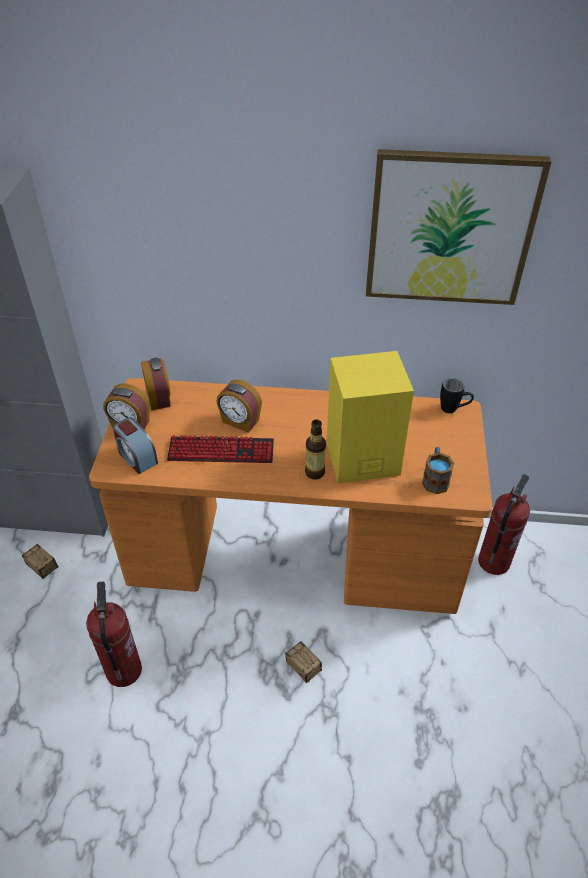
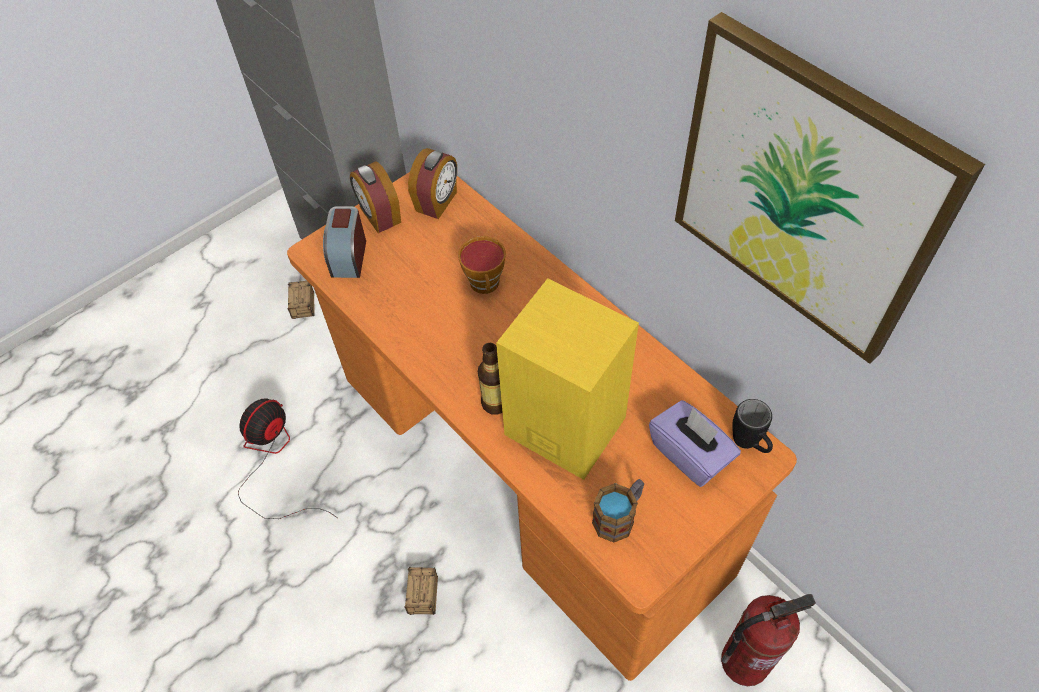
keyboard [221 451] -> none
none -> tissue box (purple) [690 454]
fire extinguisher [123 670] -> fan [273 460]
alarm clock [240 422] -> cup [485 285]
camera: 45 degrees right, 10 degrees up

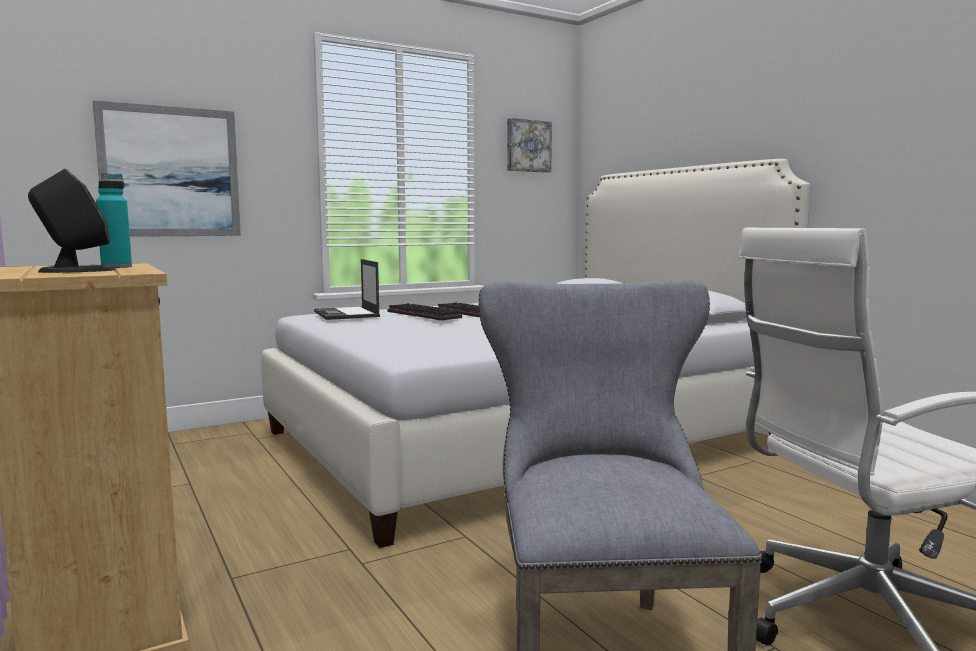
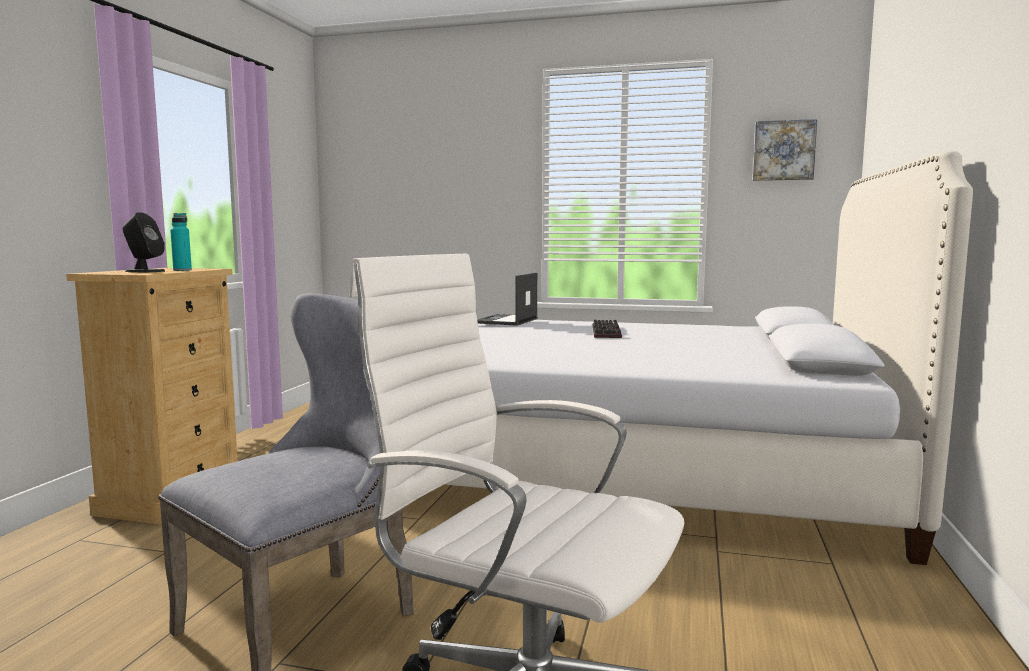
picture [170 172] -> none
keyboard [426 315] -> none
camera: 45 degrees right, 0 degrees up

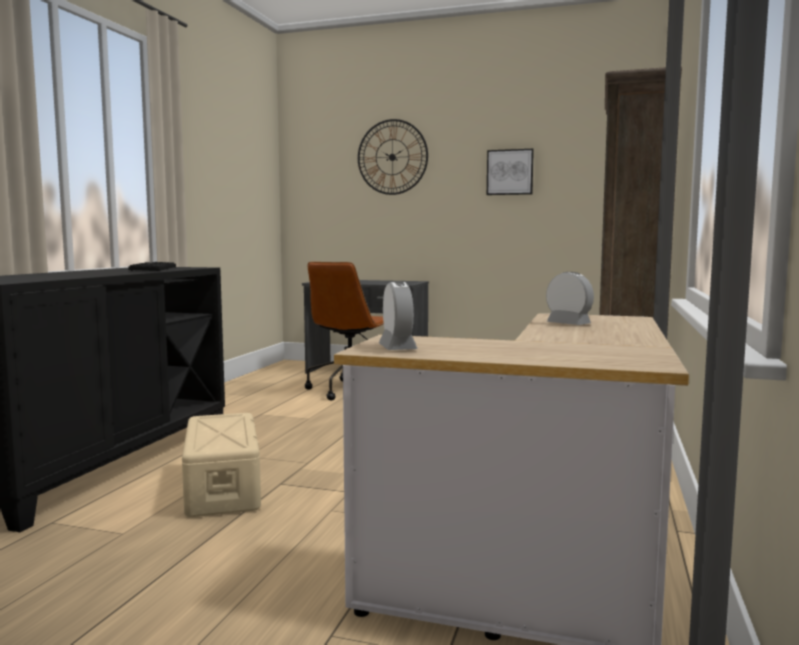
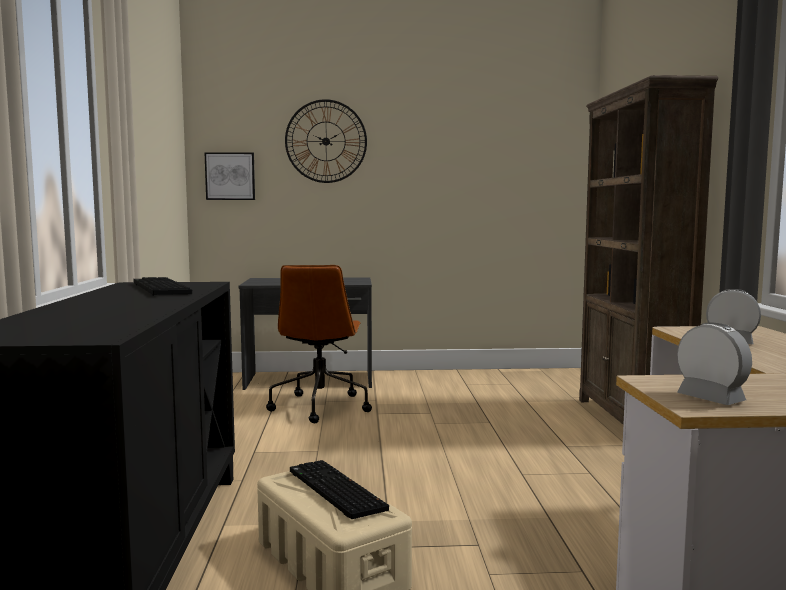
none -> keyboard [333 490]
picture [510 172] -> picture [230 176], moved
camera: 20 degrees left, 0 degrees up

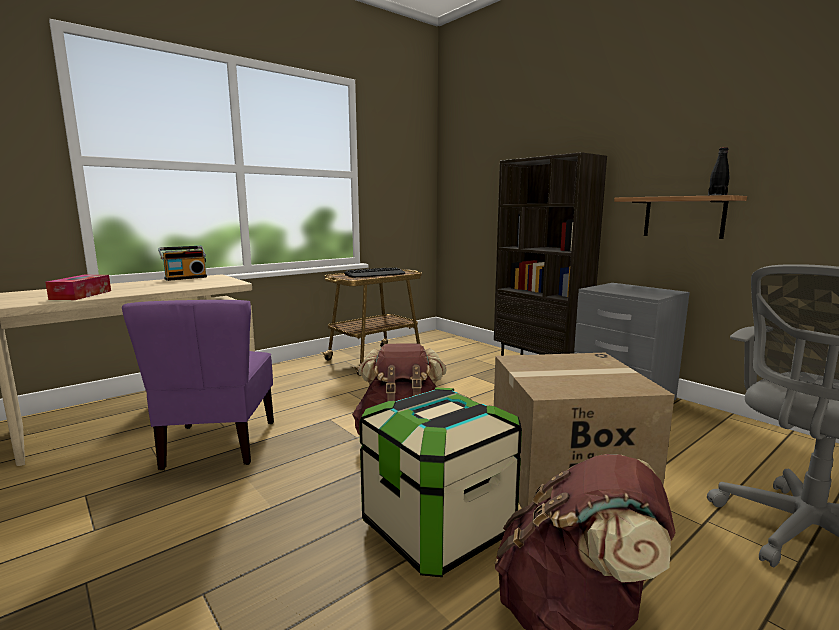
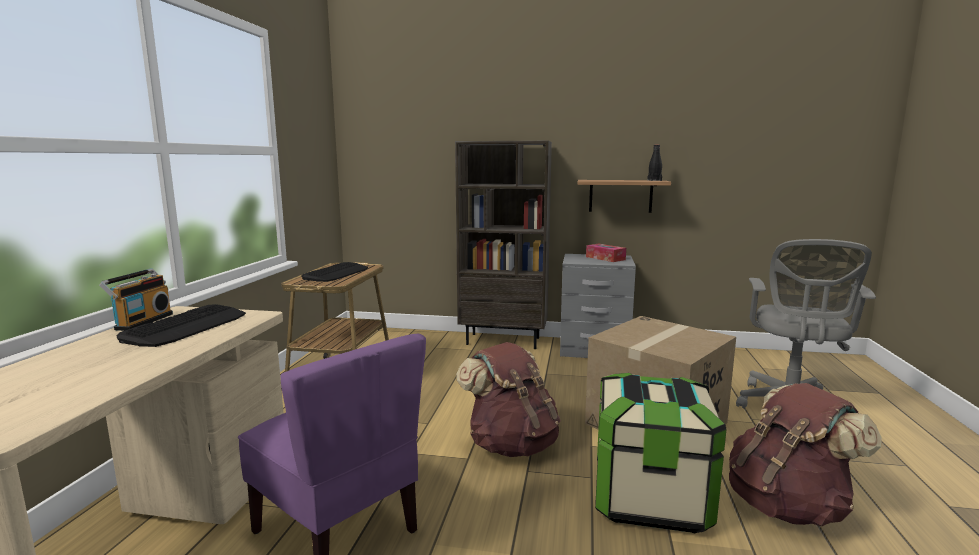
none -> keyboard [187 326]
tissue box [81 295] -> tissue box [605 258], moved
camera: 40 degrees left, 0 degrees up

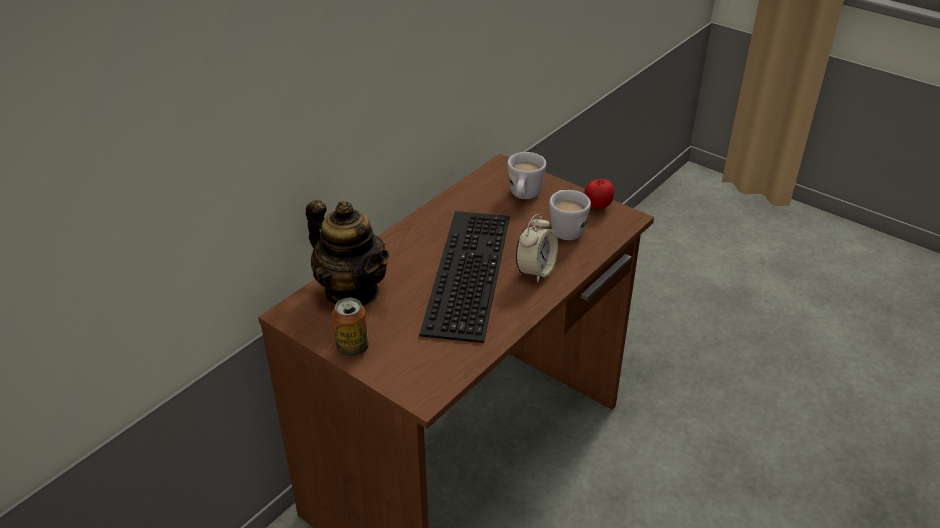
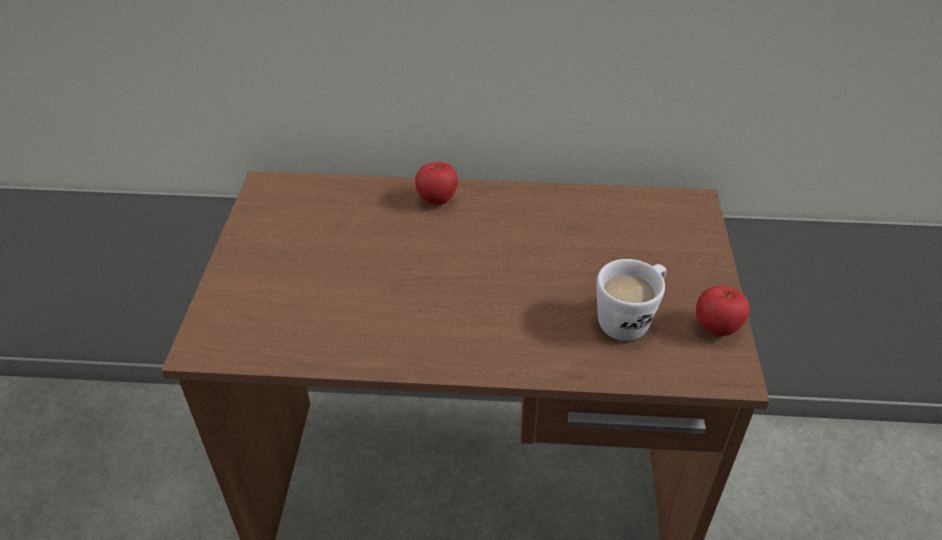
teapot [352 291] -> none
can [352 348] -> none
keyboard [464 270] -> none
mug (white) [523 197] -> none
alarm clock [536 271] -> none
none -> apple [437 200]
camera: 55 degrees right, 5 degrees up

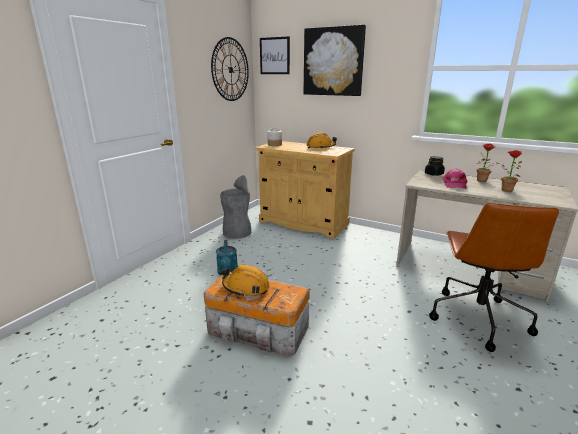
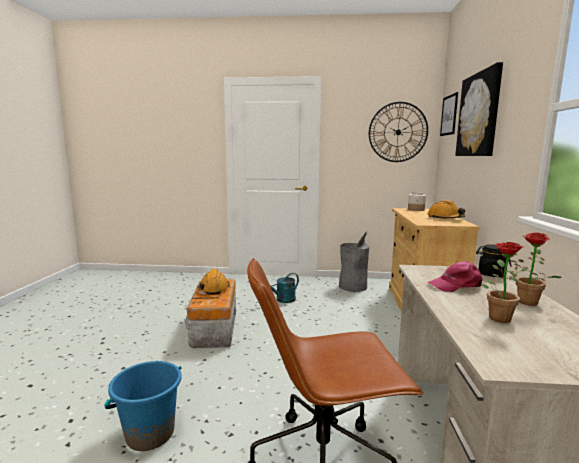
none -> bucket (blue) [150 434]
camera: 65 degrees right, 10 degrees down

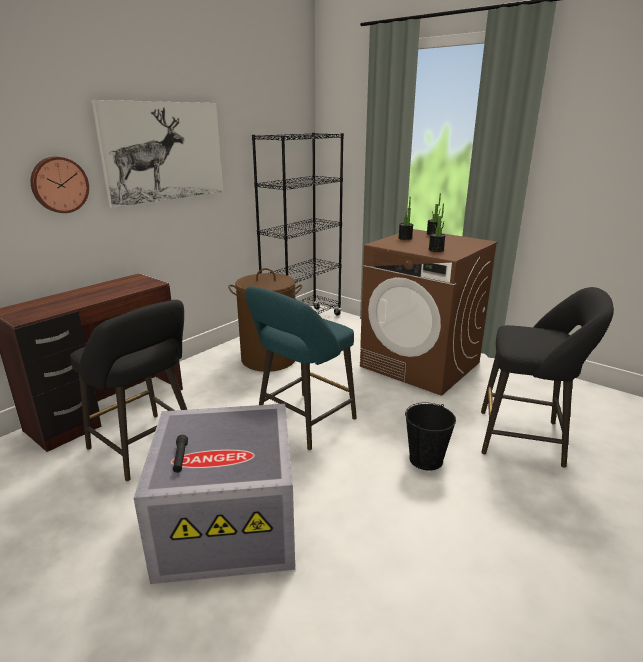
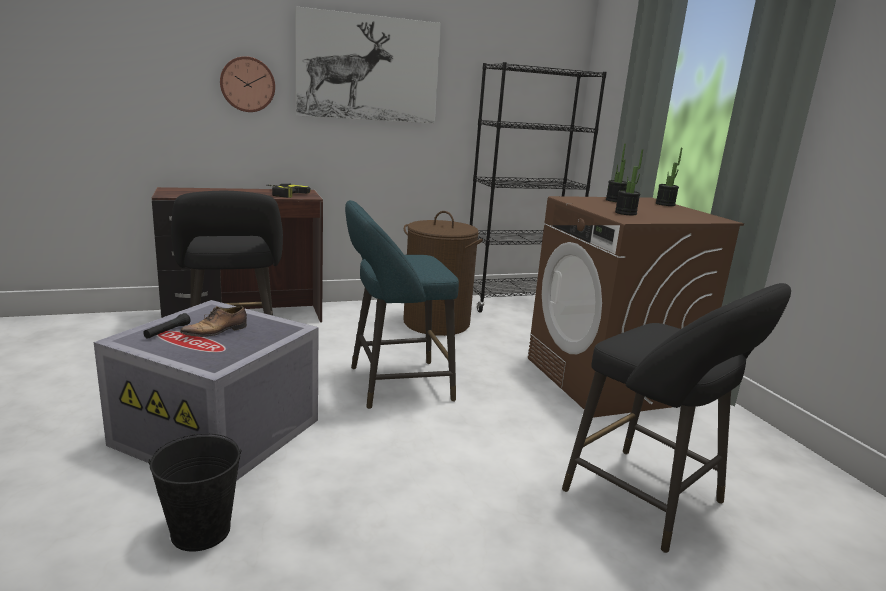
none -> shoe [217 331]
none -> power drill [280 193]
bucket (black) [426 459] -> bucket (black) [201 531], moved
camera: 30 degrees right, 5 degrees down

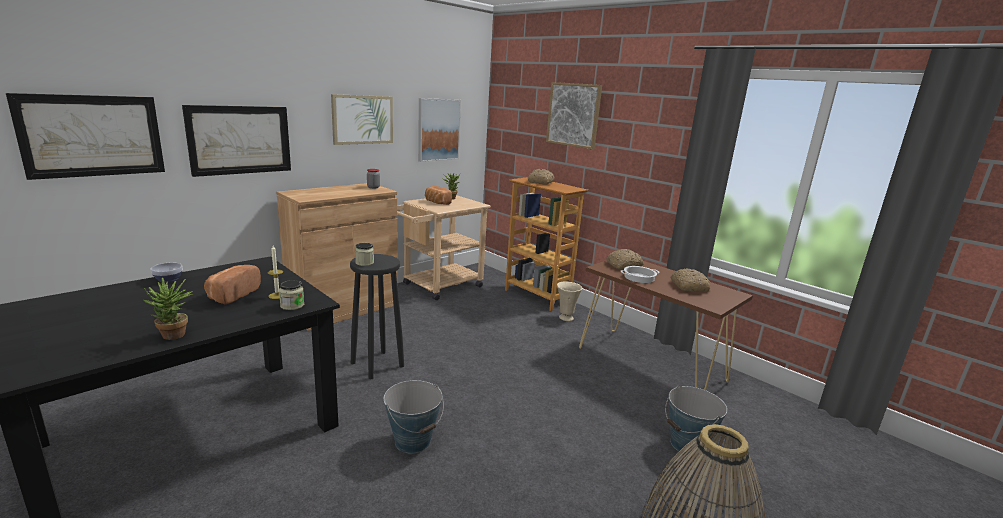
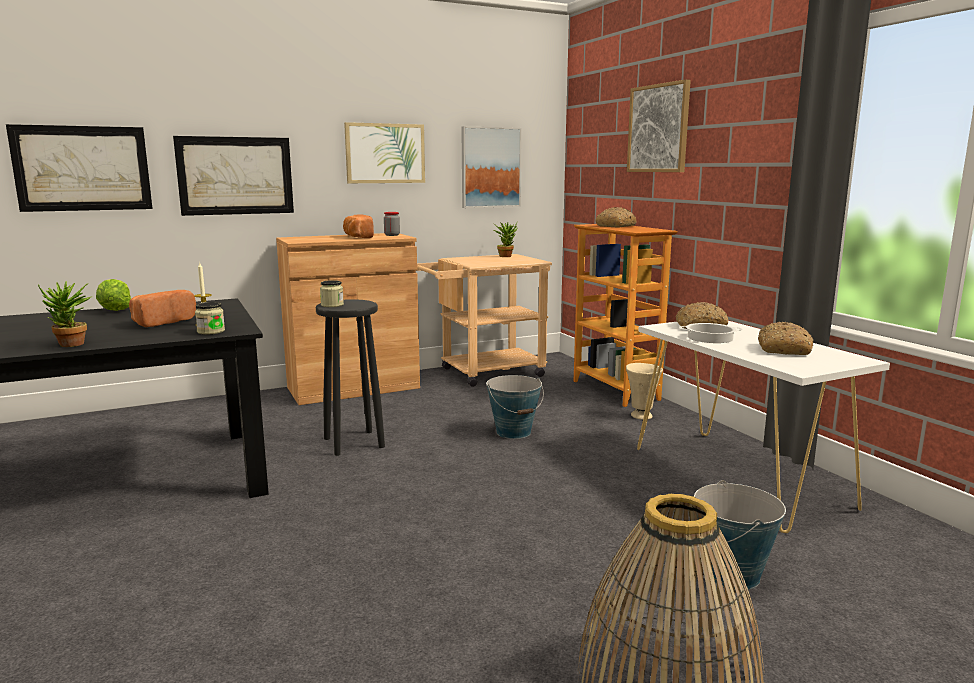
bucket [413 441] -> bucket [514 432], moved
bread [436 203] -> bread [357 237], moved
bowl [168 280] -> lettuce [115 310]
console table (brown) [650 364] -> console table (white) [739 477]
camera: 20 degrees right, 5 degrees down

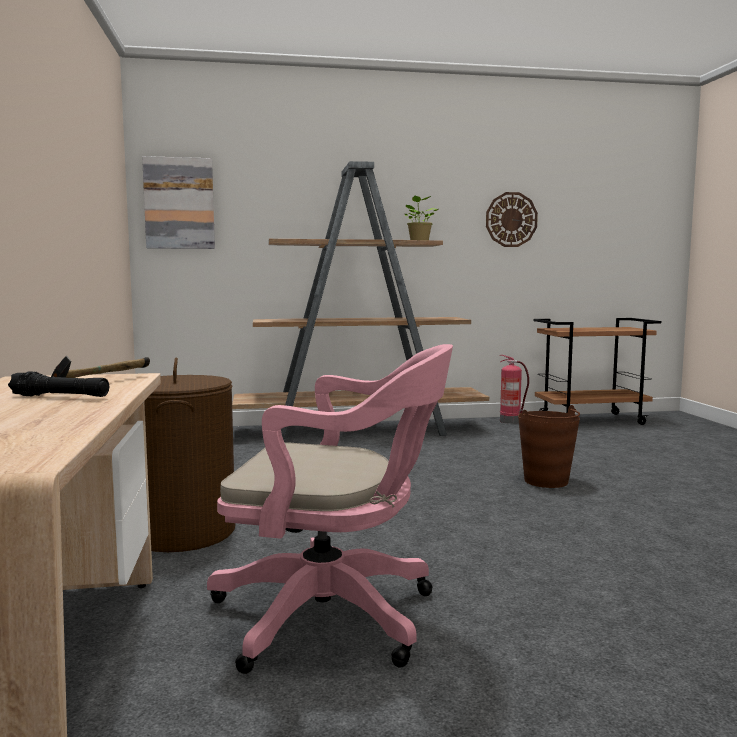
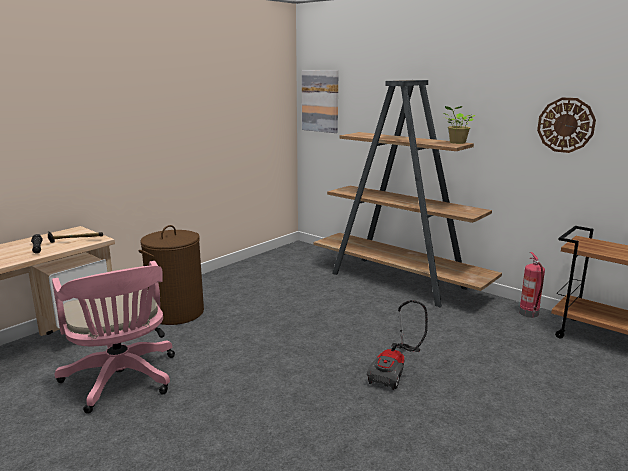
bucket (brown) [546 481] -> vacuum cleaner [395 371]
camera: 50 degrees right, 10 degrees up

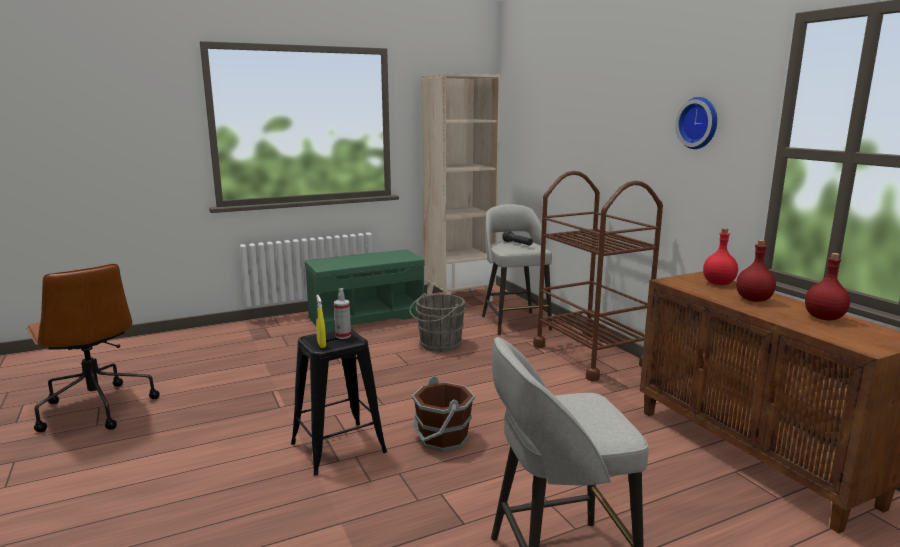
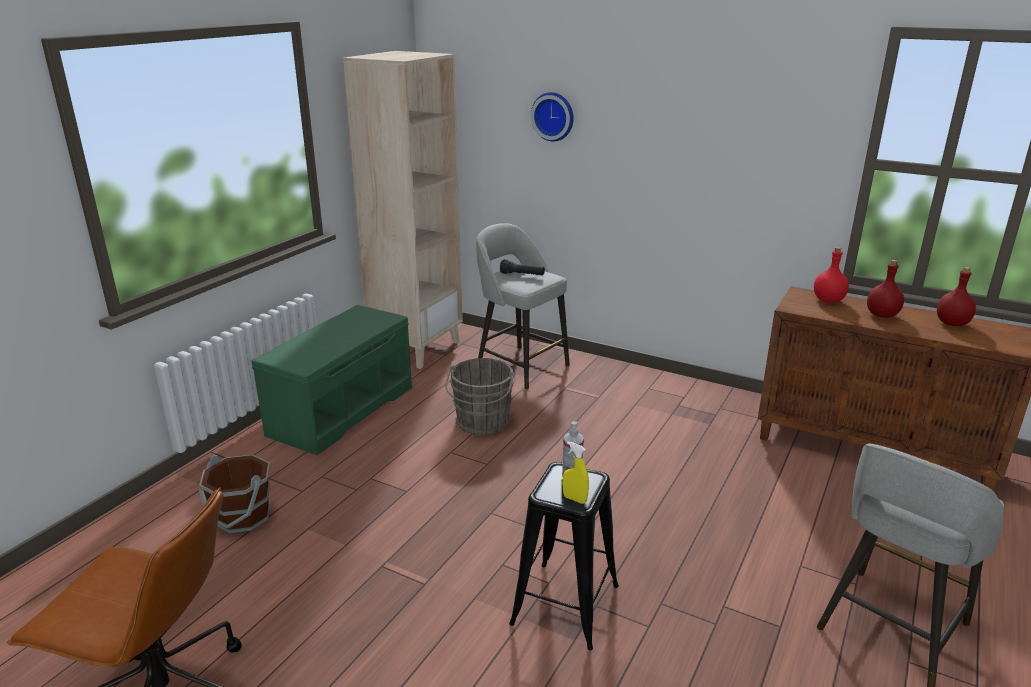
cart (brown) [590 356] -> none
bucket (brown) [442 438] -> bucket (brown) [242 516], moved
wall clock [699 123] -> wall clock [553 116], moved
camera: 35 degrees left, 10 degrees up

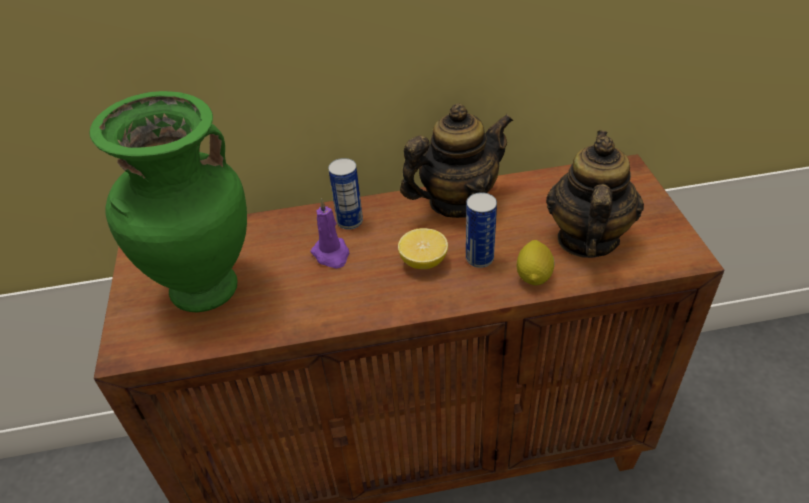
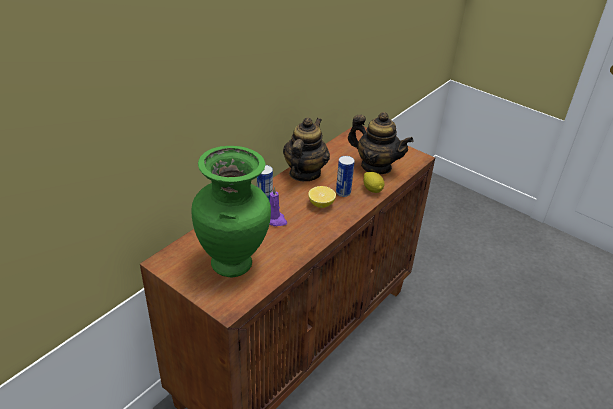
teapot [586 239] -> teapot [376 166], 150 degrees clockwise
camera: 45 degrees left, 5 degrees down

